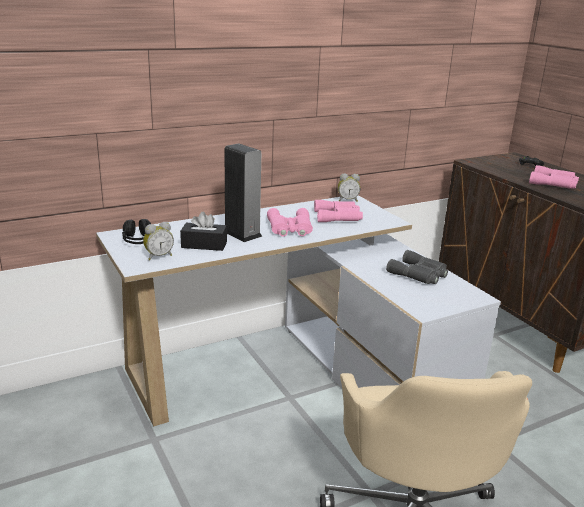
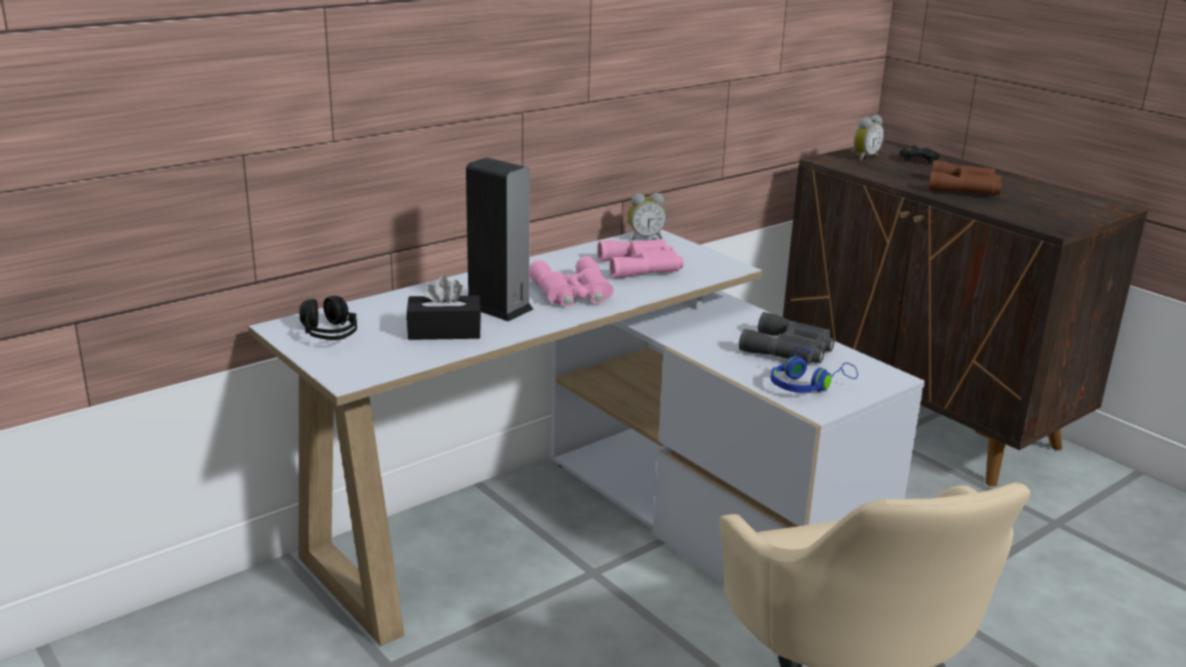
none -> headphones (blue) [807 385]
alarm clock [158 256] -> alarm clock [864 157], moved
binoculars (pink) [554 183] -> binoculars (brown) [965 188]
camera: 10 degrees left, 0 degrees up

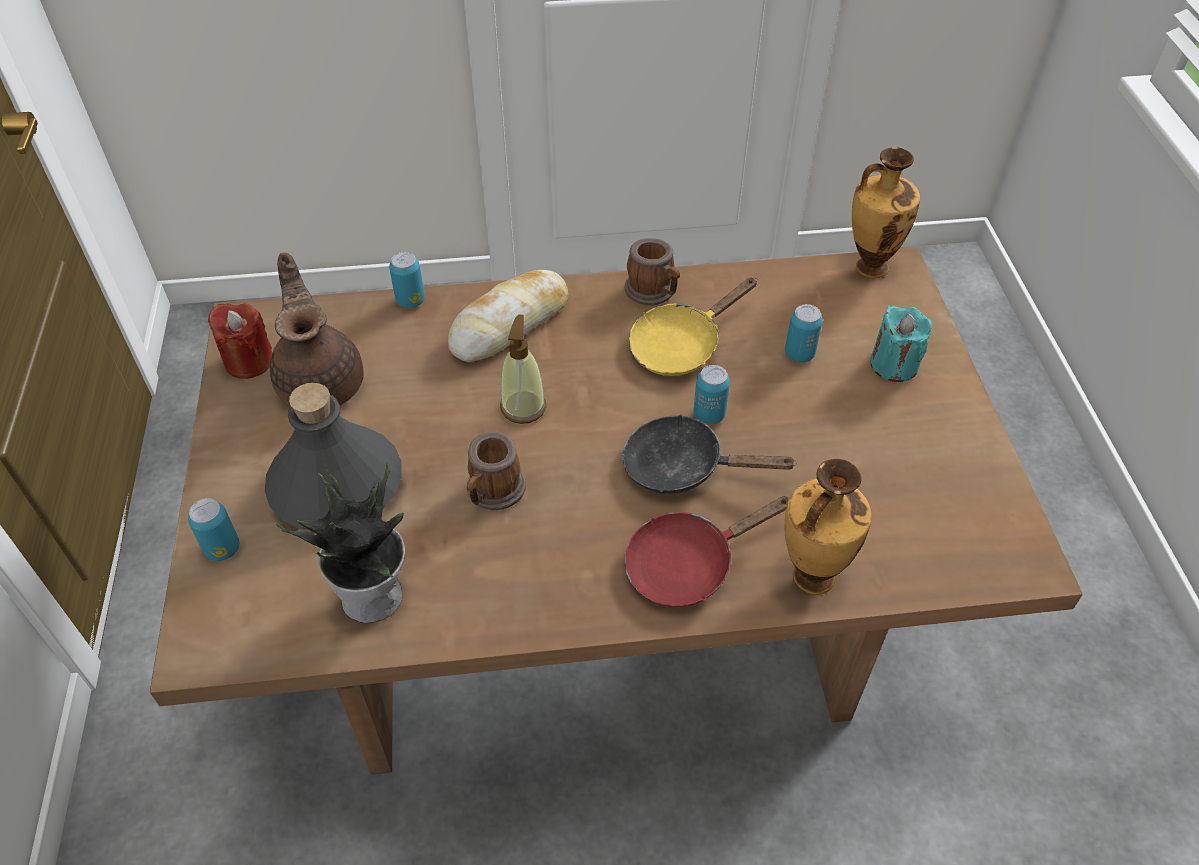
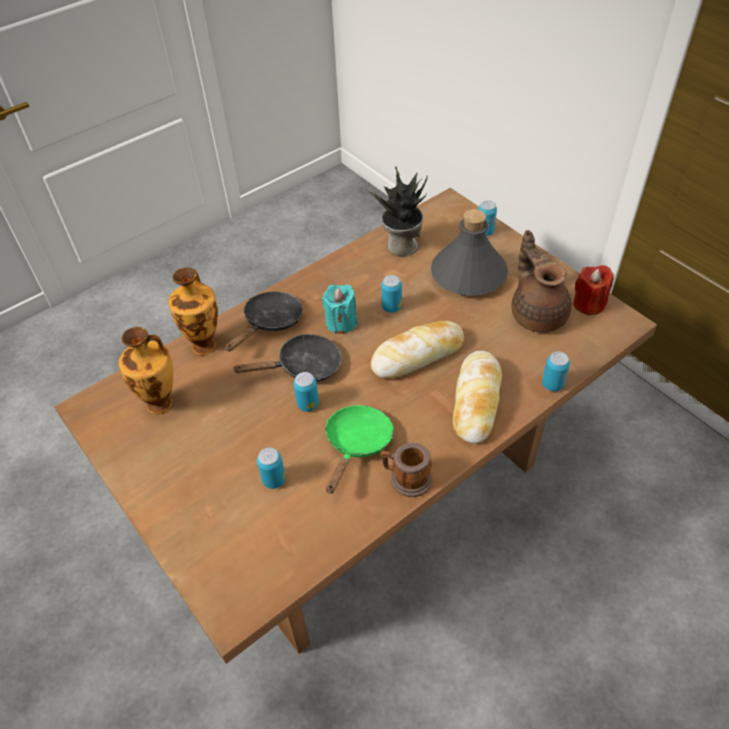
vase [869 266] -> vase [161 404], moved
candle (turquoise) [894 364] -> candle (turquoise) [341 322], moved
mug [493 493] -> can [391 307]
soap dispenser [523 407] -> bread [417 355]
frying pan (red) [688 564] -> frying pan (black) [270 322]
frying pan (yellow) [681 345] -> frying pan (green) [357 444]
teapot (brown) [322 382] -> teapot (brown) [537 313], 150 degrees counterclockwise
camera: 150 degrees right, 0 degrees up

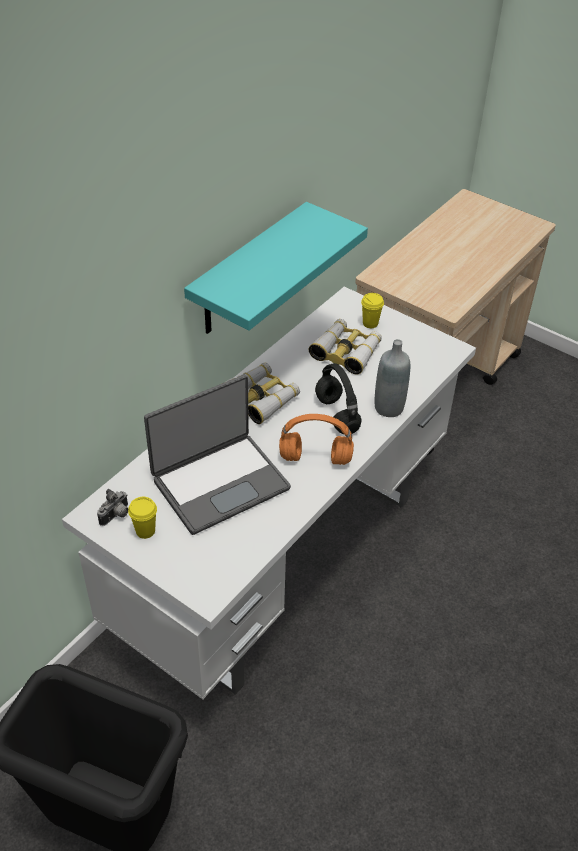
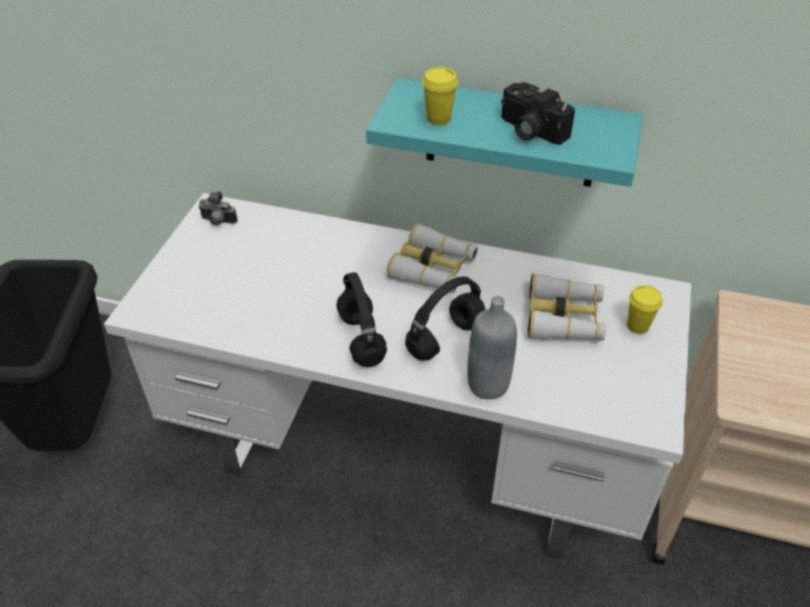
laptop [219 482] -> none
none -> photo camera [529 130]
cup (yellow) [145 531] -> cup (yellow) [438 118], moved
headphones (orange) [316 458] -> headphones (black) [363 340]
camera: 70 degrees right, 0 degrees up

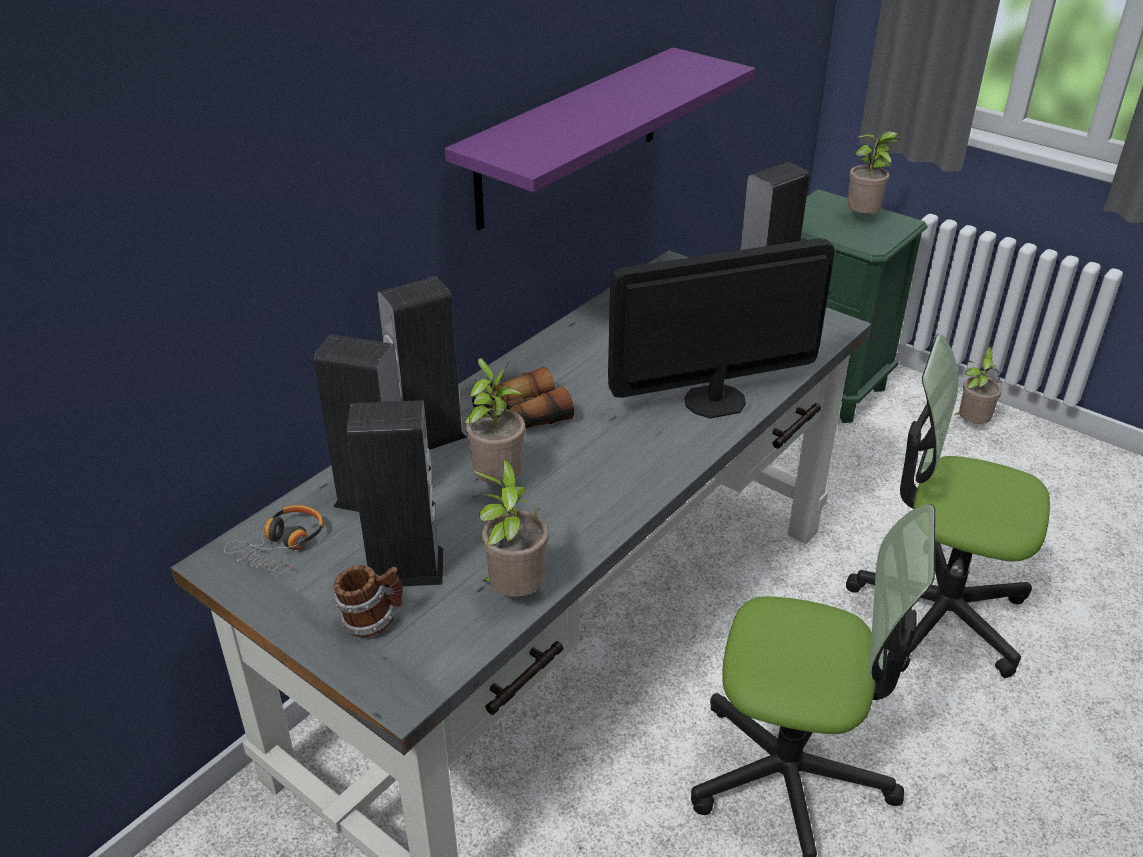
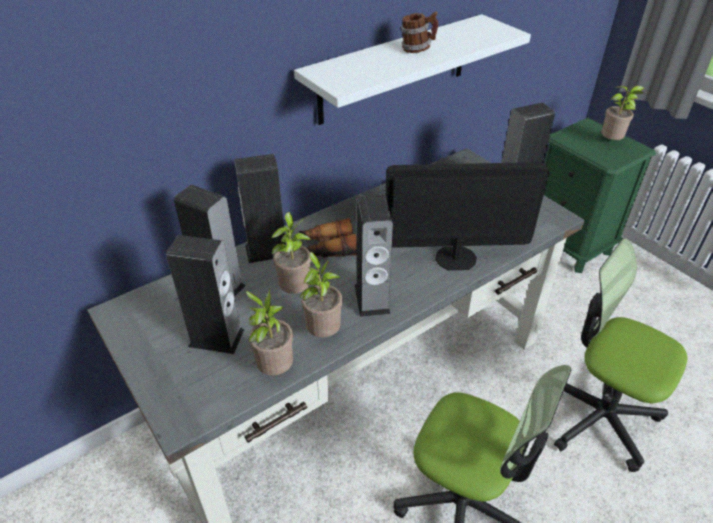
headphones [282 546] -> none
none -> speaker [372 299]
mug [372 620] -> mug [417 49], moved
potted plant [970 424] -> potted plant [323 332], moved
shelf (purple) [570 137] -> shelf (white) [394 69]
camera: 15 degrees right, 5 degrees up

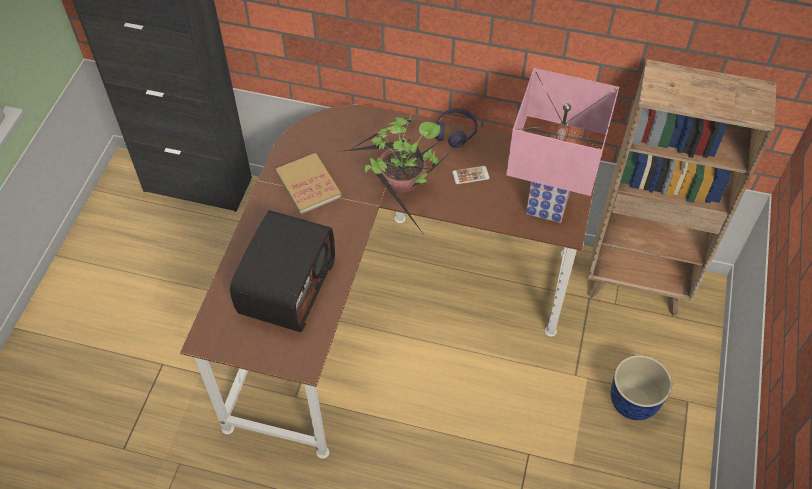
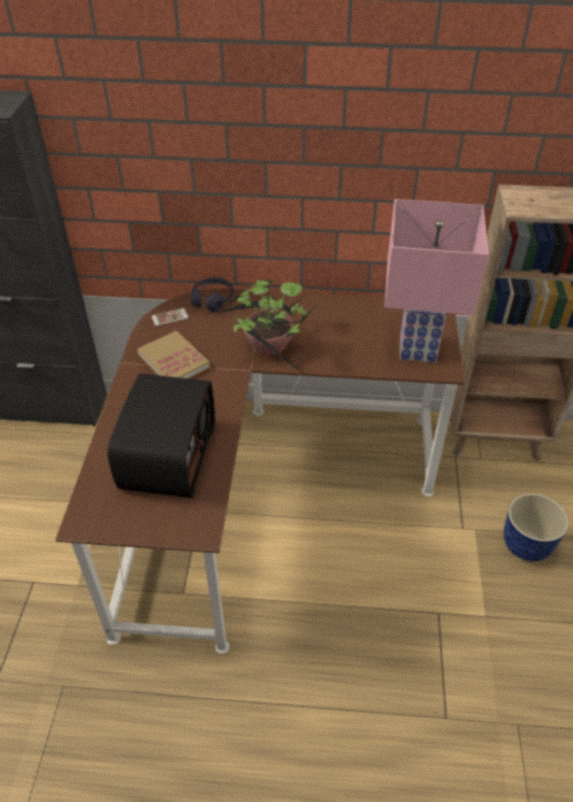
headphones (purple) [455 132] -> headphones (purple) [212 300], moved
phone [470 175] -> phone [170 317], moved
camera: 10 degrees left, 10 degrees down

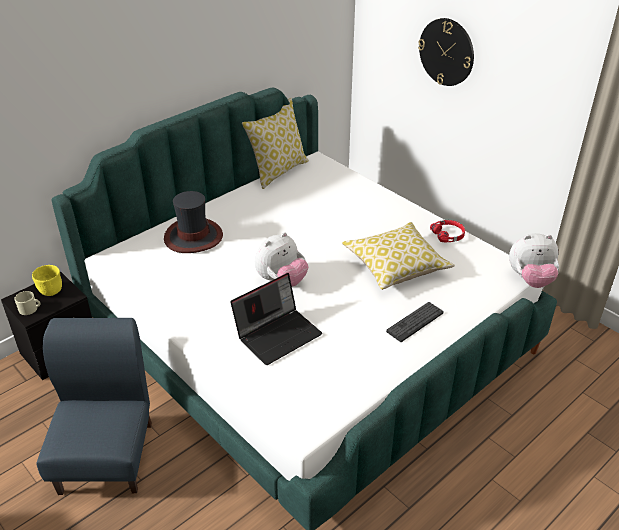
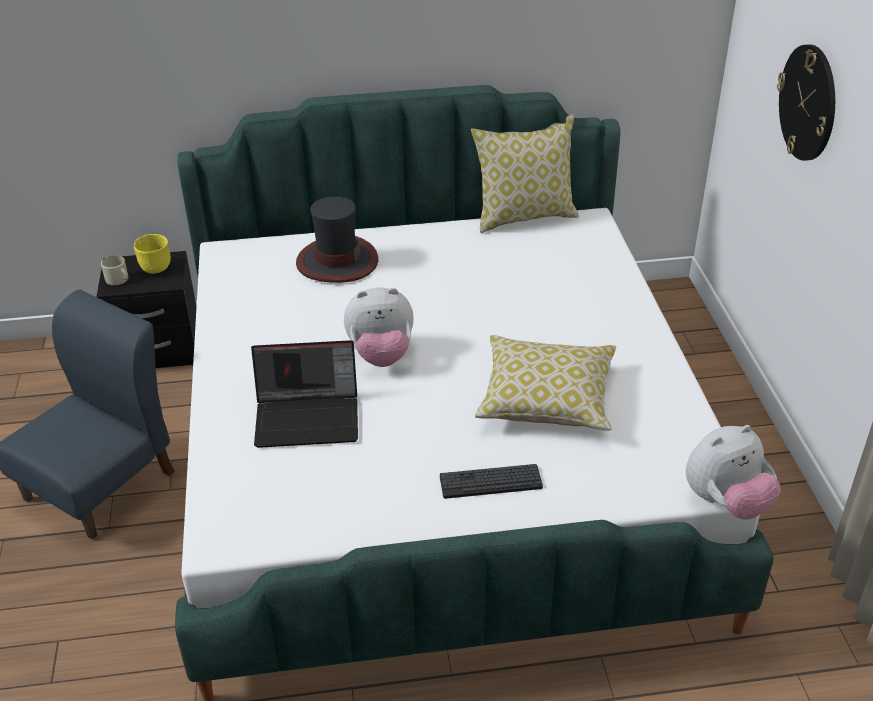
headphones (red) [448 235] -> none
plush toy [530 279] -> plush toy [726 502], 60 degrees counterclockwise
camera: 35 degrees right, 0 degrees up

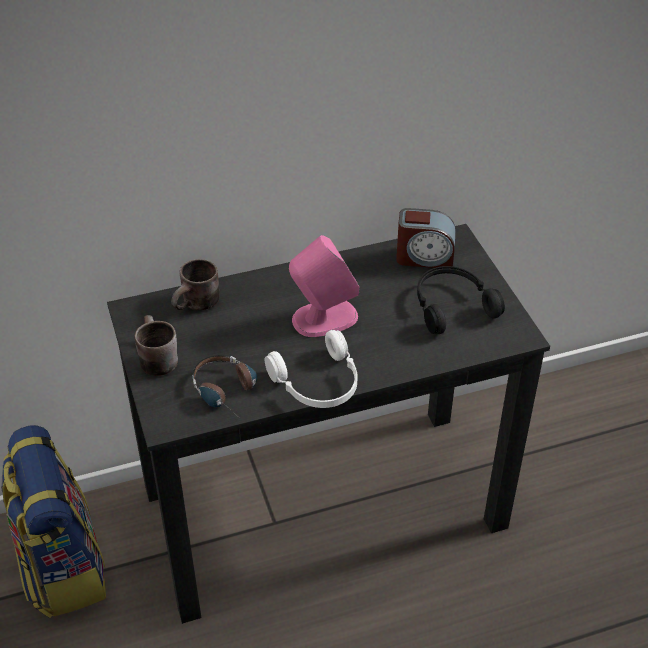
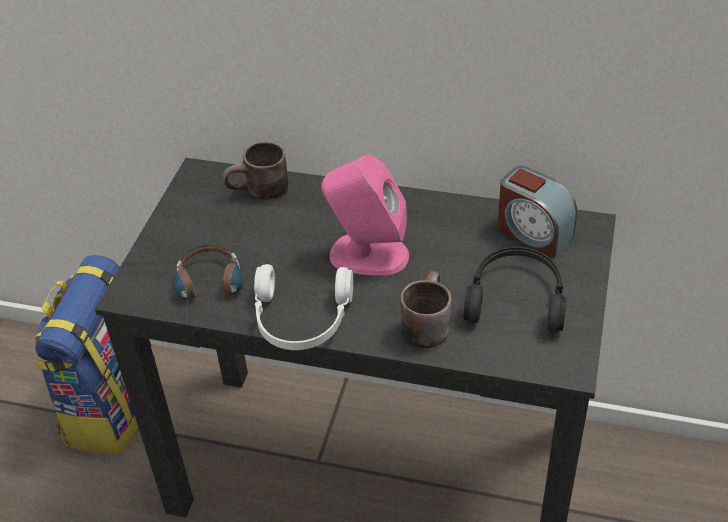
mug (brown) [154 358] -> mug (brown) [423 324], moved
camera: 35 degrees right, 0 degrees up

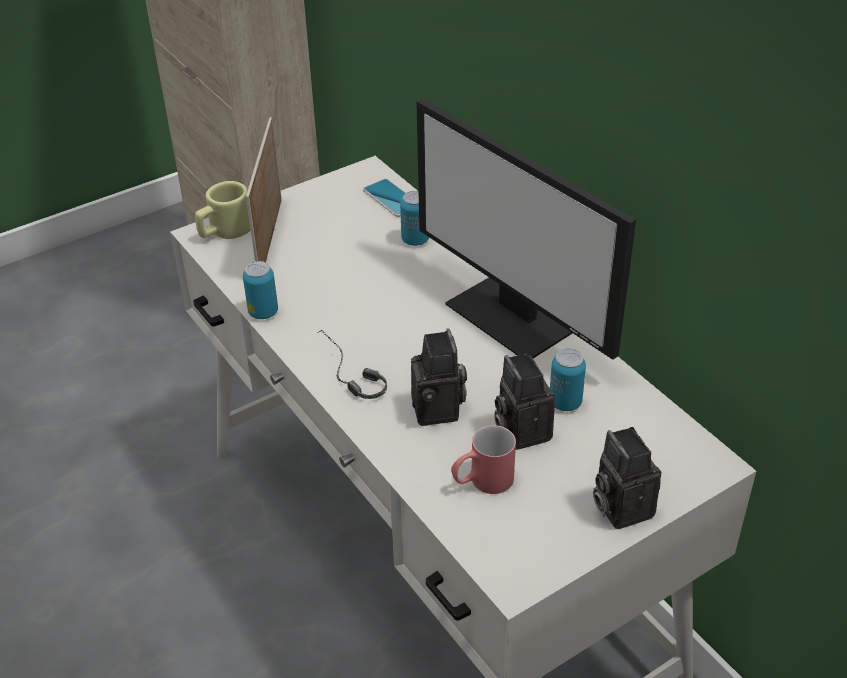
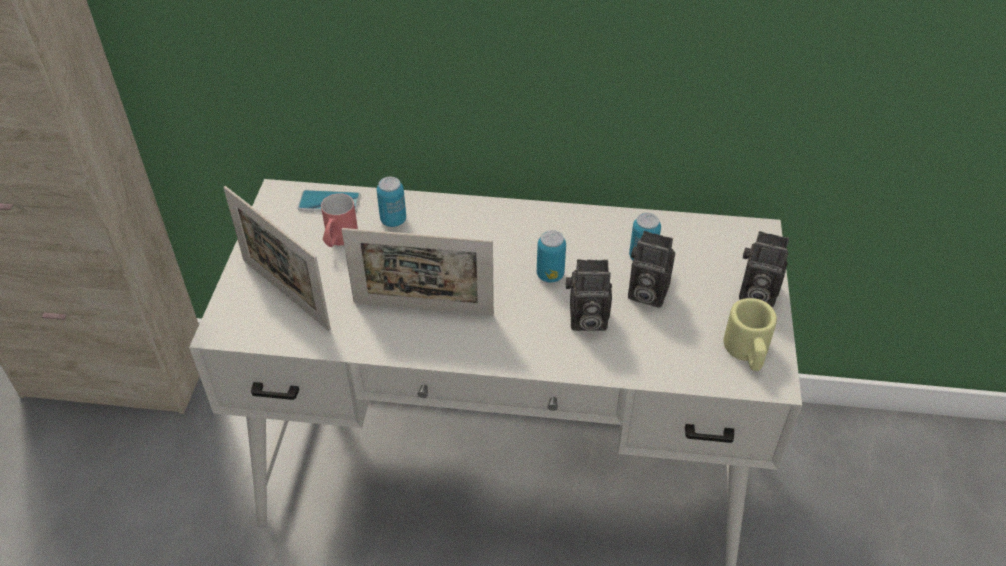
headphones [346 376] -> none
monitor [514 316] -> none
none -> picture frame [423 308]
mug (beige) [225 231] -> mug (beige) [747 351], moved
can [263 312] -> can [550 275], moved
mug (red) [482 482] -> mug (red) [339 240], moved
photo camera [439 411] -> photo camera [585 320], 150 degrees clockwise
camera: 50 degrees left, 5 degrees up

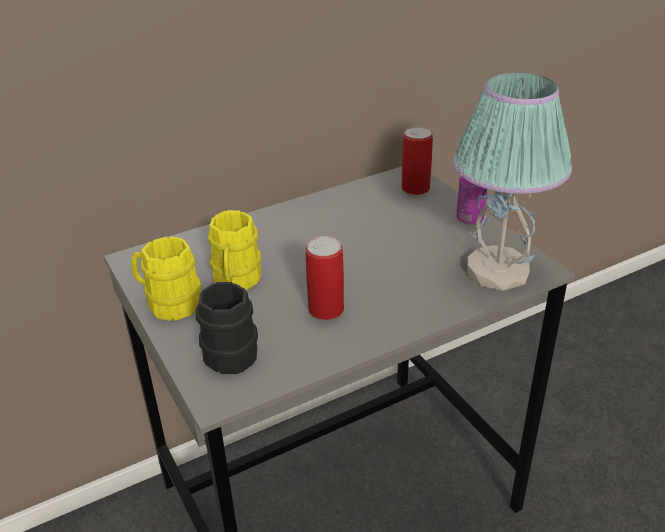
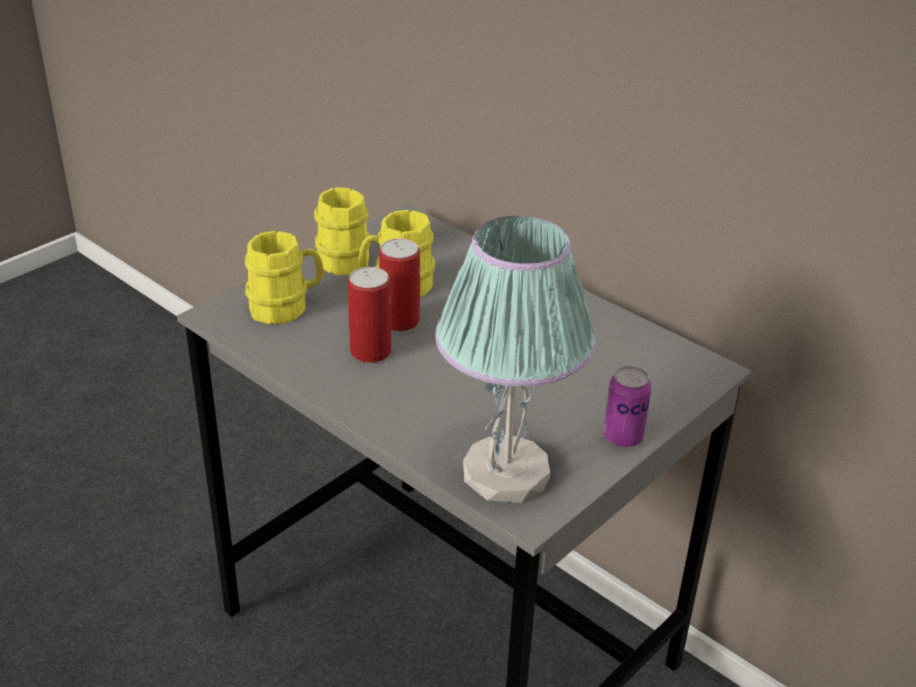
can [415 188] -> can [400 321], moved
mug (black) [231 349] -> mug (yellow) [286 307]
camera: 70 degrees right, 0 degrees up

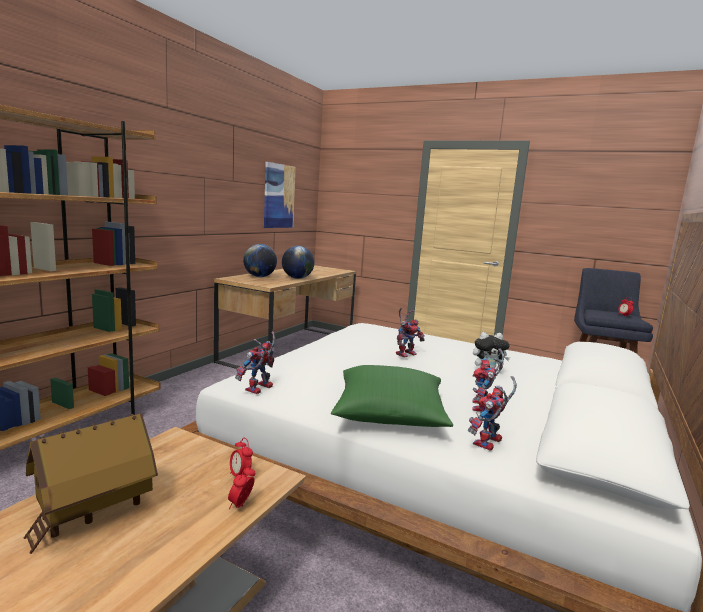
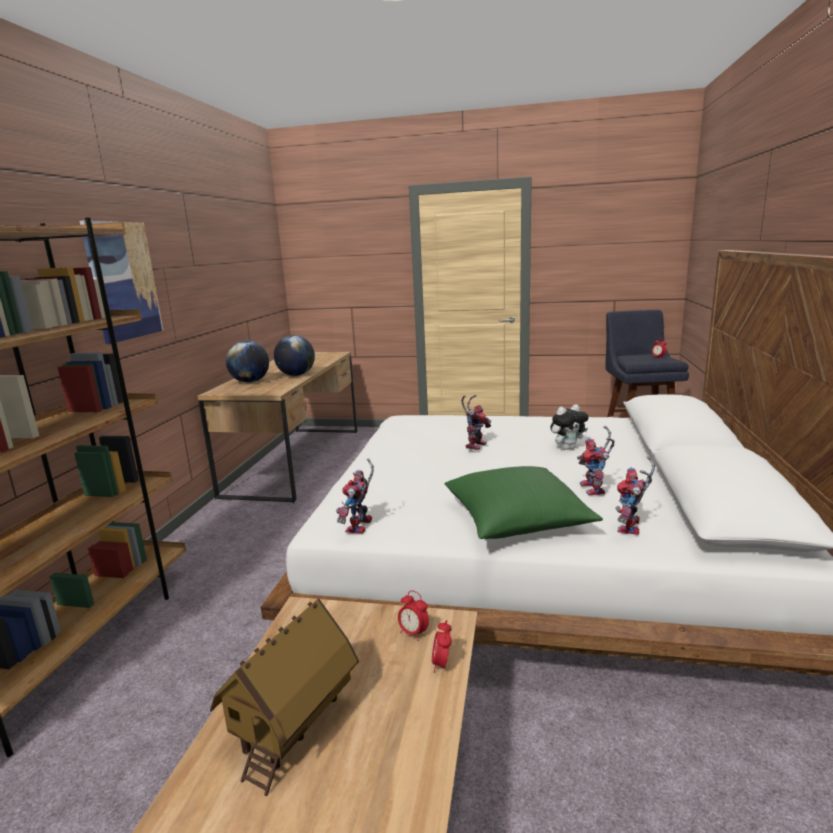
picture [279 196] -> picture [123 281], moved
camera: 15 degrees left, 5 degrees up

